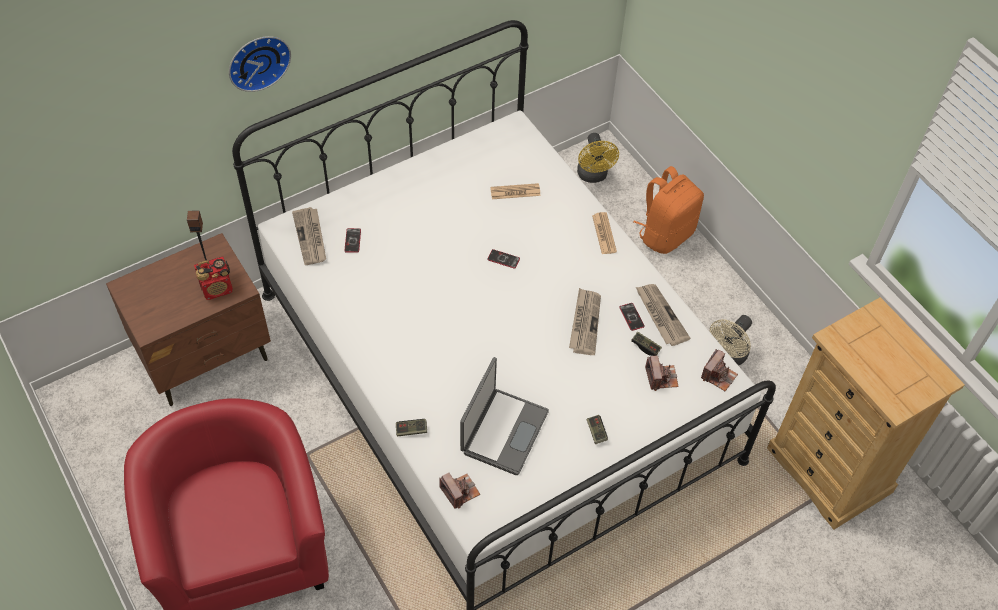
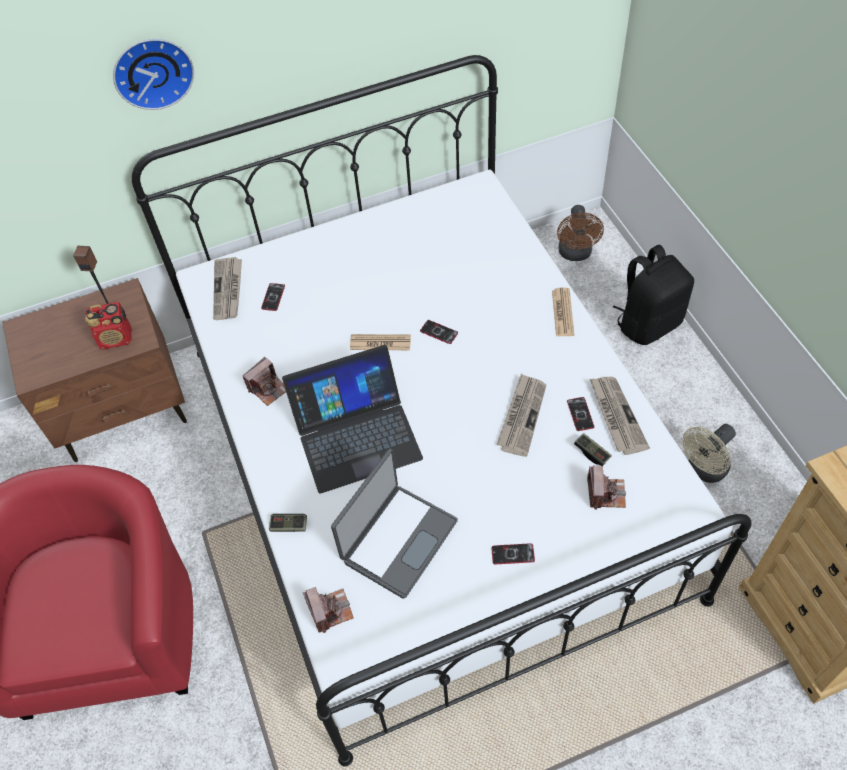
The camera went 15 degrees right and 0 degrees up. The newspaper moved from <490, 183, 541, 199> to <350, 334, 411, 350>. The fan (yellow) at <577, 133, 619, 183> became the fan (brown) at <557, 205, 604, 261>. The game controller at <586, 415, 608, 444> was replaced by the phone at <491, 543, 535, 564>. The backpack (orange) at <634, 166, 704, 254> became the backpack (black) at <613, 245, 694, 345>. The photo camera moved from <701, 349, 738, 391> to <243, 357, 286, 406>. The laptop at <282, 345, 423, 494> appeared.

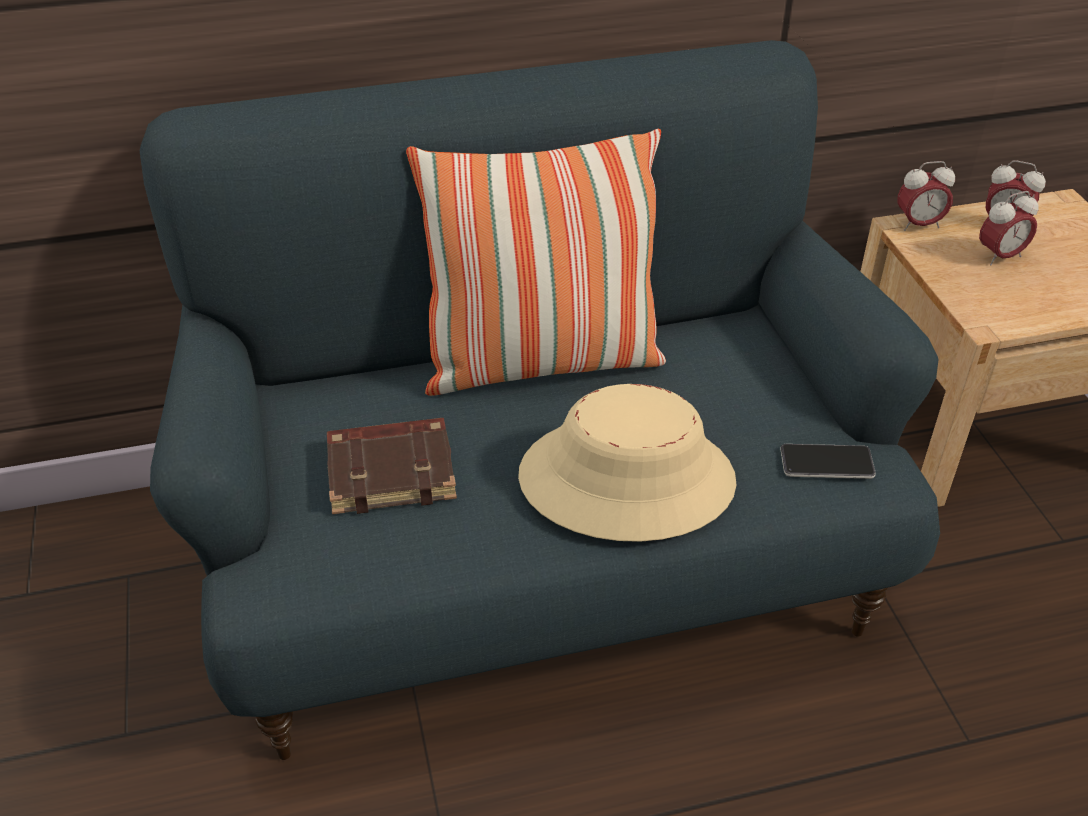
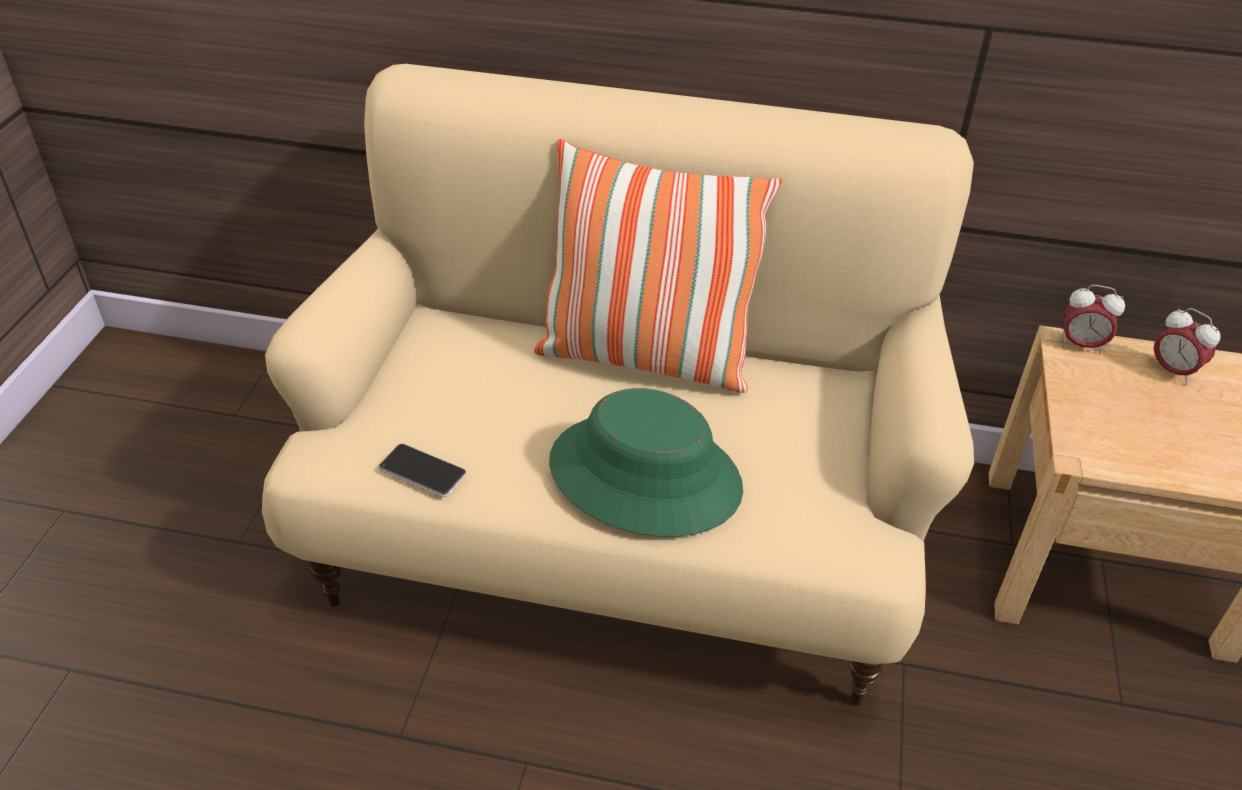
The camera went 25 degrees right and 0 degrees up. The sofa (blue) at <139, 40, 940, 760> became the sofa (beige) at <262, 64, 974, 705>. The book (brown) at <327, 418, 457, 514> disappeared. The hat (beige) at <518, 384, 737, 542> became the hat (green) at <549, 388, 743, 537>. The phone moved from <780, 444, 876, 479> to <379, 444, 466, 497>. The alarm clock at <979, 191, 1039, 266> disappeared.

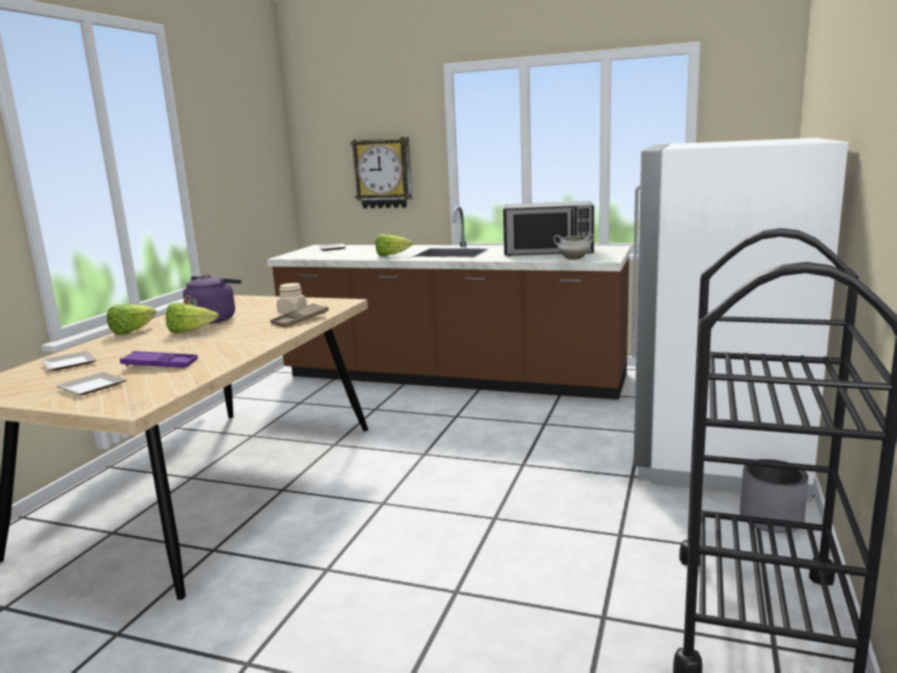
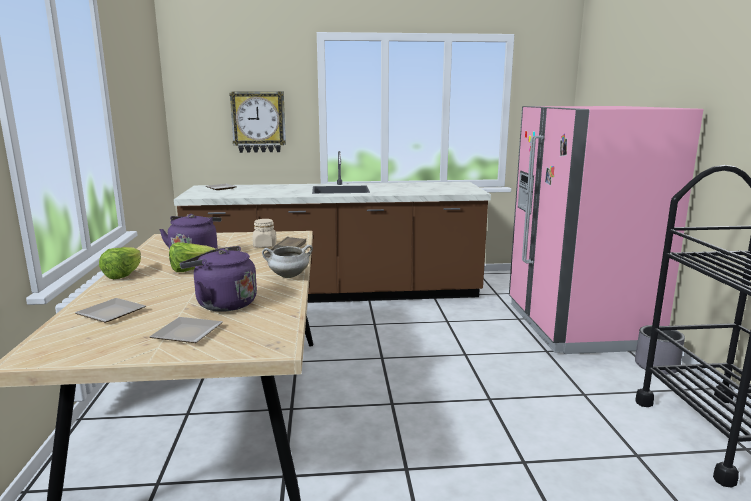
The camera went 25 degrees left and 0 degrees up. The tray (purple) at <120, 351, 198, 368> was replaced by the kettle (purple) at <180, 246, 257, 312>. The lettuce at <375, 234, 413, 256> disappeared. The microwave at <503, 201, 594, 256> disappeared. The cooking pot (white) moved from <553, 234, 595, 260> to <262, 245, 313, 278>. The fridge (white) at <631, 138, 848, 501> became the fridge (pink) at <509, 106, 704, 354>.

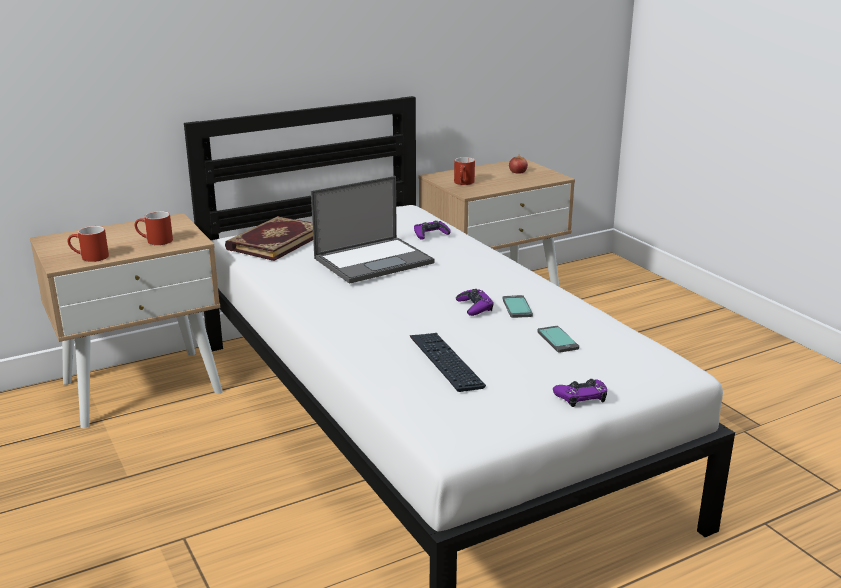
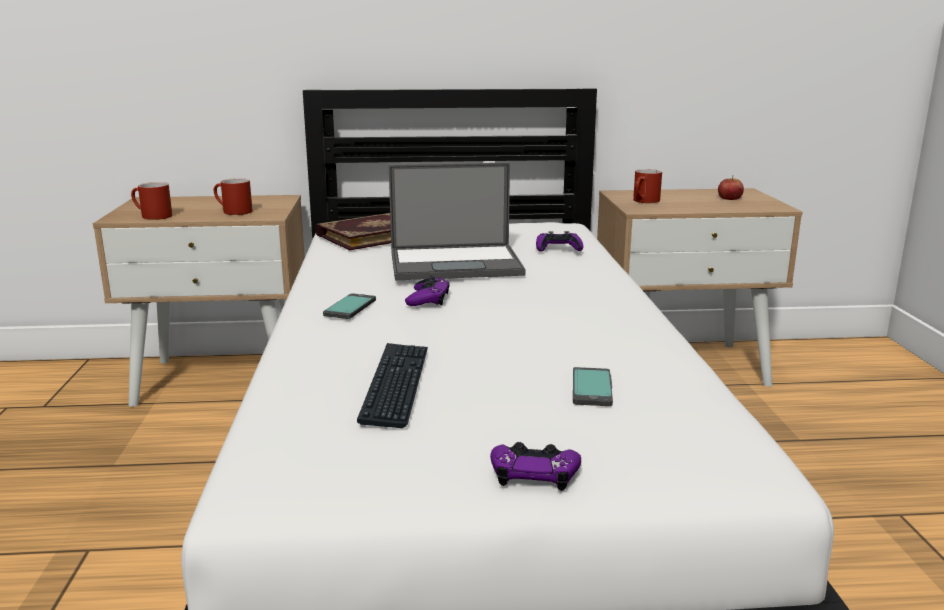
The camera went 25 degrees right and 5 degrees down. The game controller (purple) moved from <456, 289, 494, 316> to <405, 276, 450, 306>. The phone moved from <503, 295, 533, 318> to <323, 293, 376, 319>.

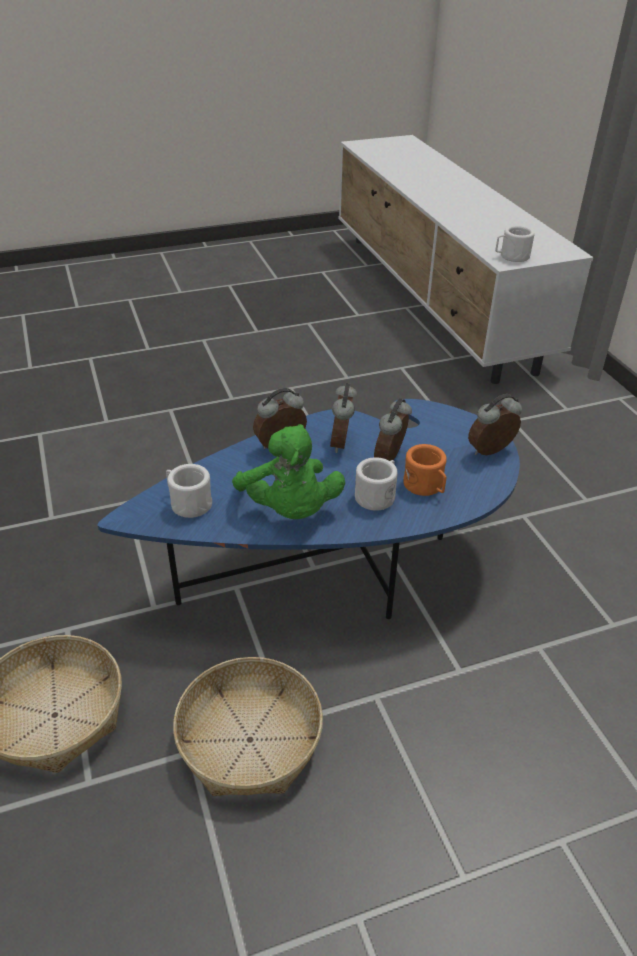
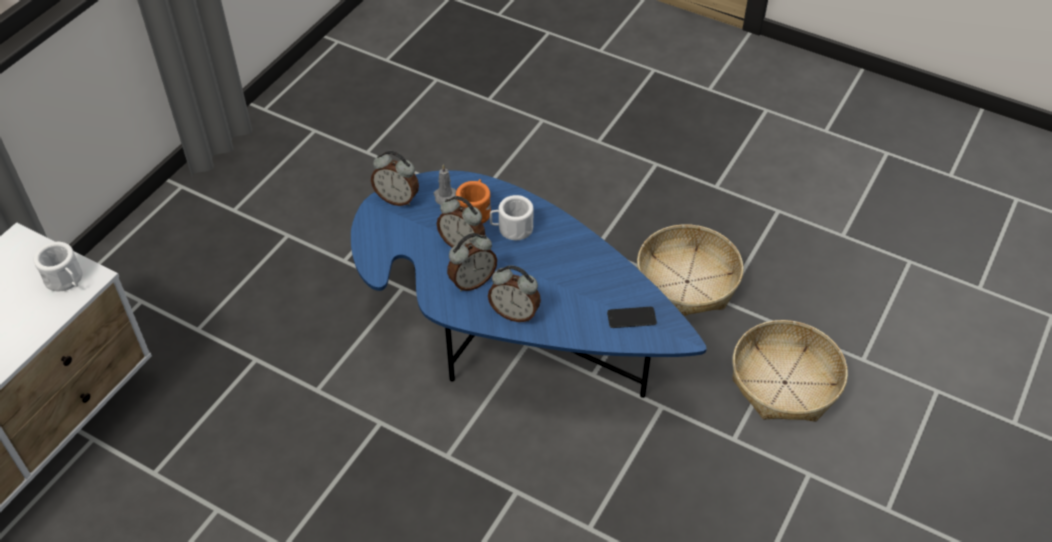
The camera went 130 degrees left and 10 degrees up. The mug (white) at <166, 464, 212, 518> was replaced by the phone at <607, 307, 657, 328>. The plush toy (green) at <232, 424, 345, 519> disappeared. The alarm clock at <374, 398, 412, 461> turned 45 degrees clockwise. The candle (grey) at <433, 164, 457, 205> appeared.

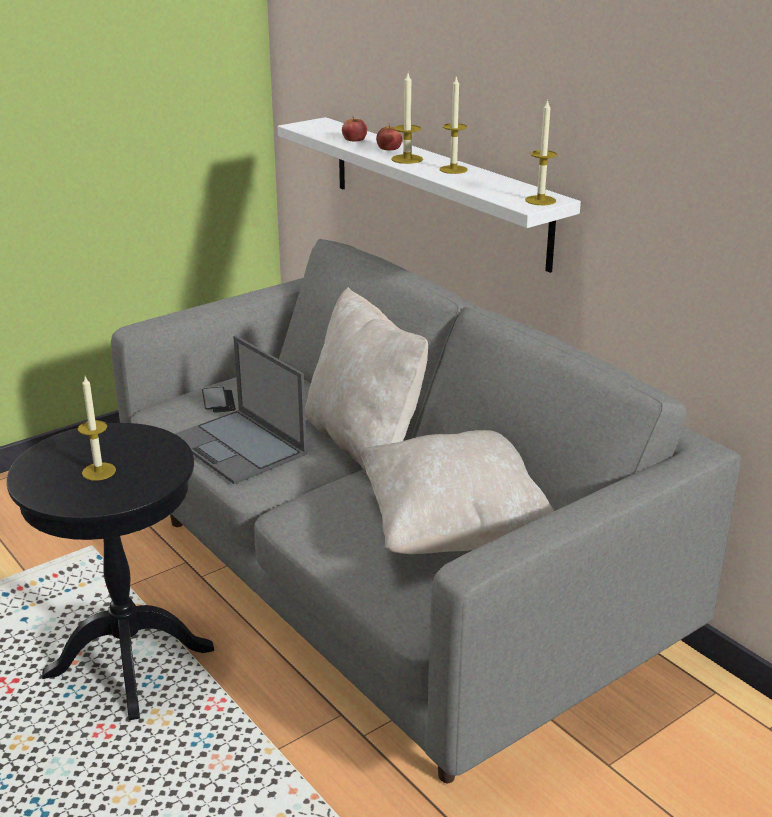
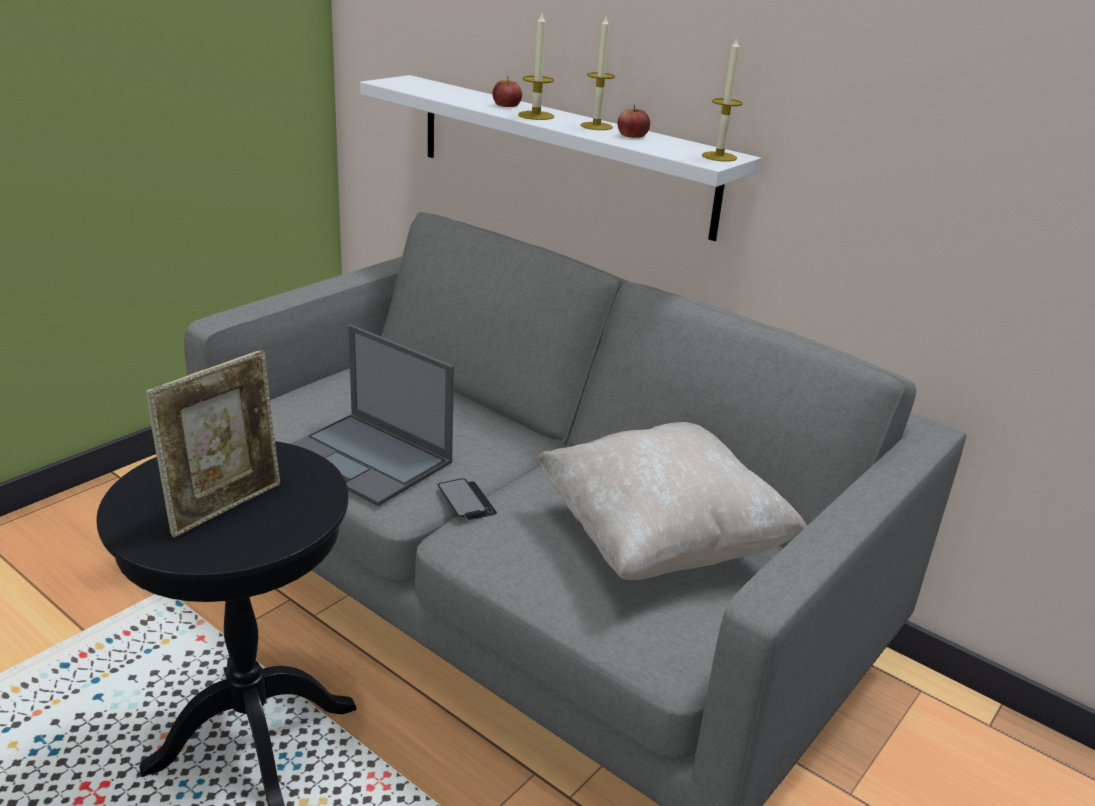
The camera went 15 degrees left and 0 degrees up. The candle at <78, 377, 116, 481> was replaced by the picture frame at <145, 350, 280, 538>. The phone moved from <202, 387, 236, 412> to <438, 478, 497, 520>. The pillow (beige) at <305, 287, 428, 480> disappeared. The apple moved from <342, 117, 367, 141> to <618, 104, 650, 138>.

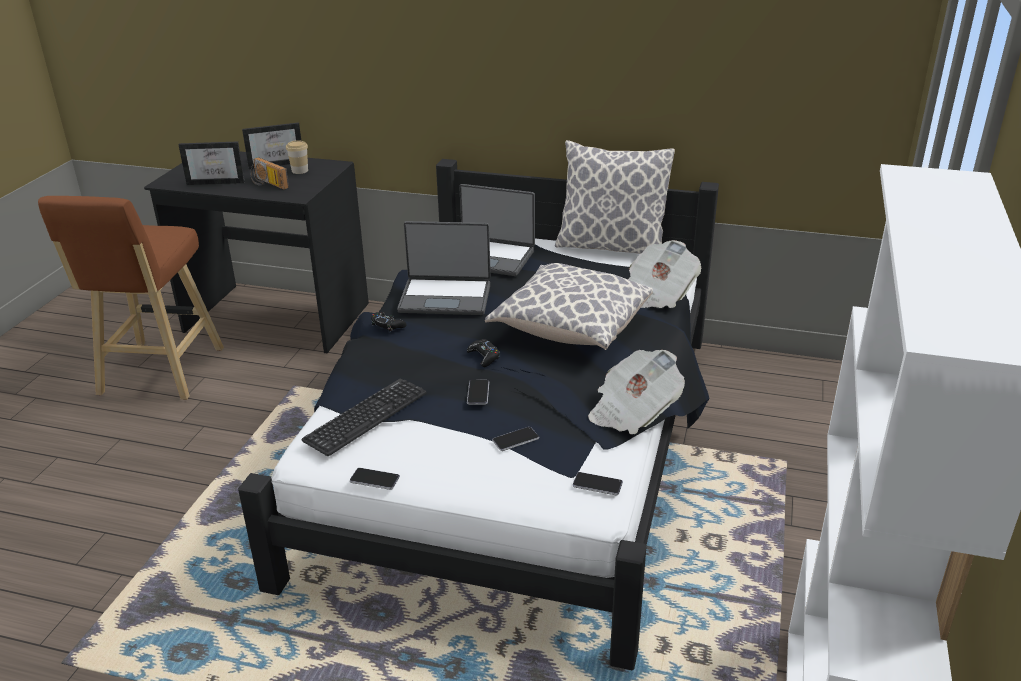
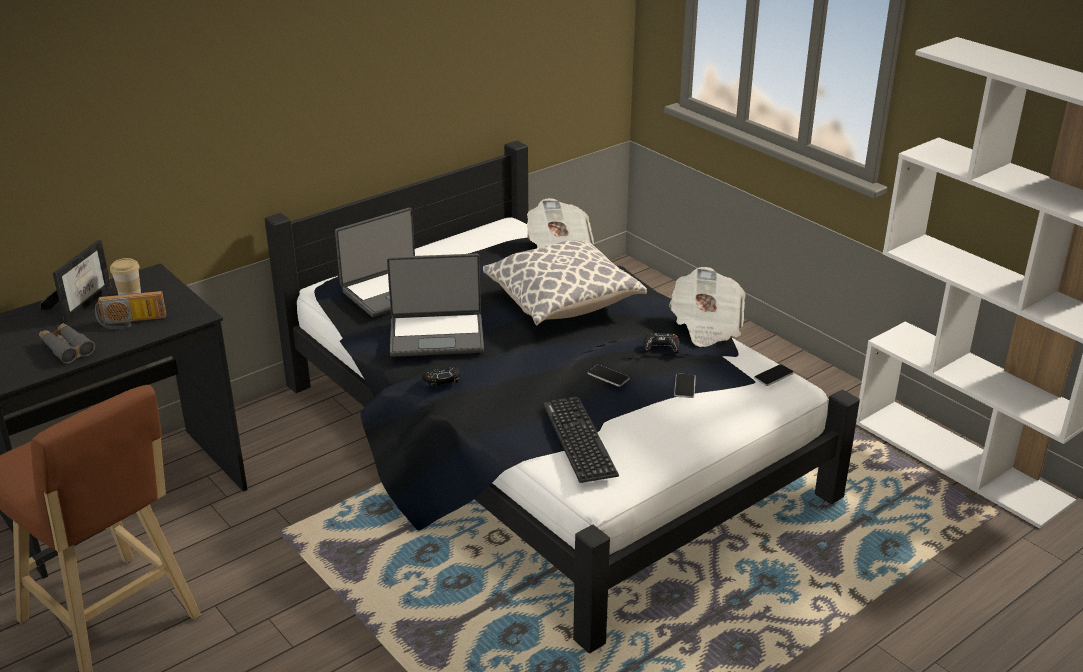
The camera went 55 degrees left and 0 degrees up. The picture frame at <179, 141, 245, 185> was replaced by the binoculars (grey) at <39, 323, 95, 363>. The phone at <350, 468, 400, 490> disappeared. The laptop at <397, 221, 491, 315> turned 45 degrees clockwise. The game controller (black) moved from <467, 339, 500, 367> to <643, 333, 680, 353>. The pillow at <555, 140, 675, 254> disappeared.

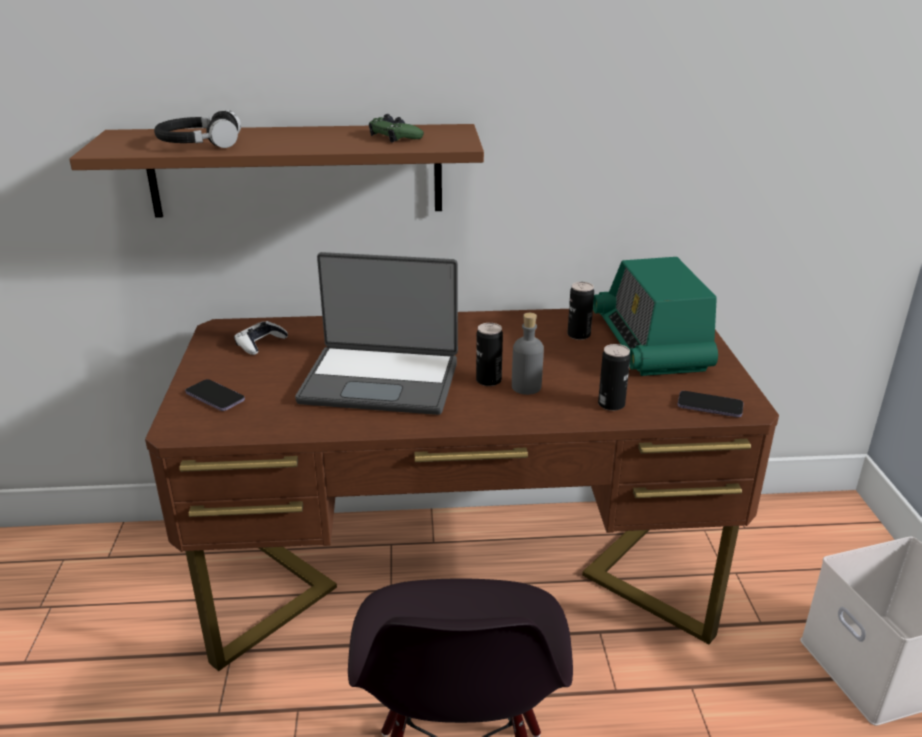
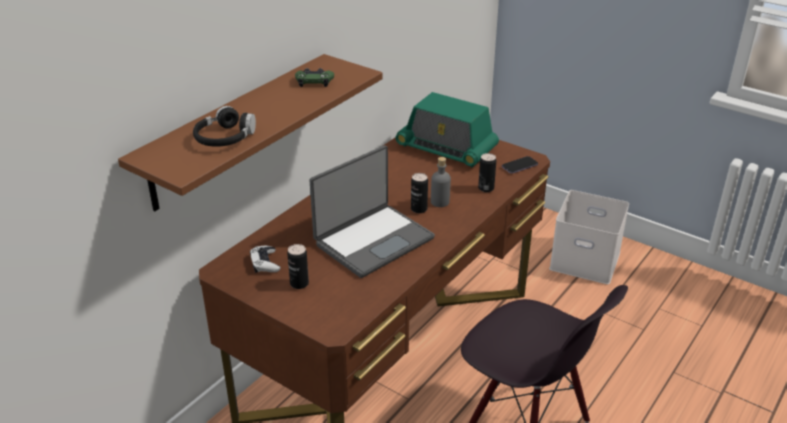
The camera went 50 degrees left and 5 degrees up. The phone at <185, 379, 245, 411> disappeared. The can moved from <567, 282, 594, 340> to <287, 244, 309, 289>.

